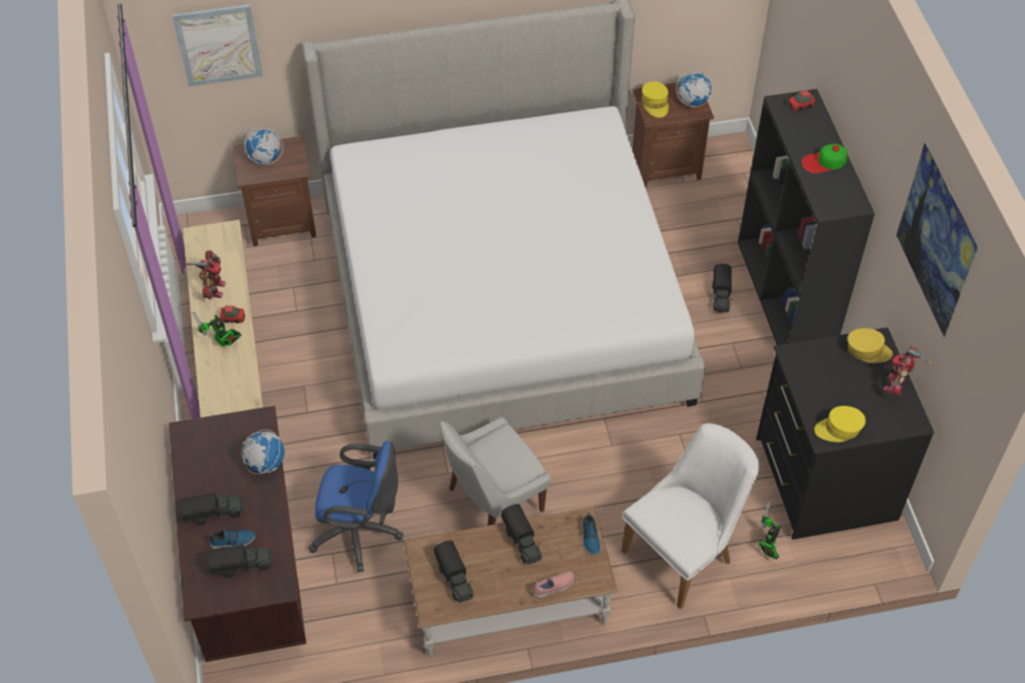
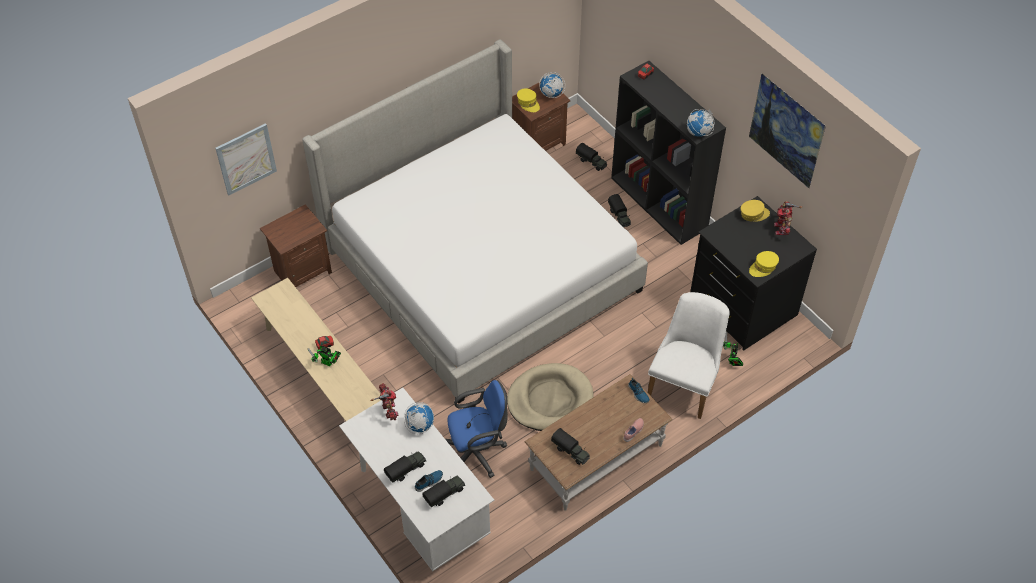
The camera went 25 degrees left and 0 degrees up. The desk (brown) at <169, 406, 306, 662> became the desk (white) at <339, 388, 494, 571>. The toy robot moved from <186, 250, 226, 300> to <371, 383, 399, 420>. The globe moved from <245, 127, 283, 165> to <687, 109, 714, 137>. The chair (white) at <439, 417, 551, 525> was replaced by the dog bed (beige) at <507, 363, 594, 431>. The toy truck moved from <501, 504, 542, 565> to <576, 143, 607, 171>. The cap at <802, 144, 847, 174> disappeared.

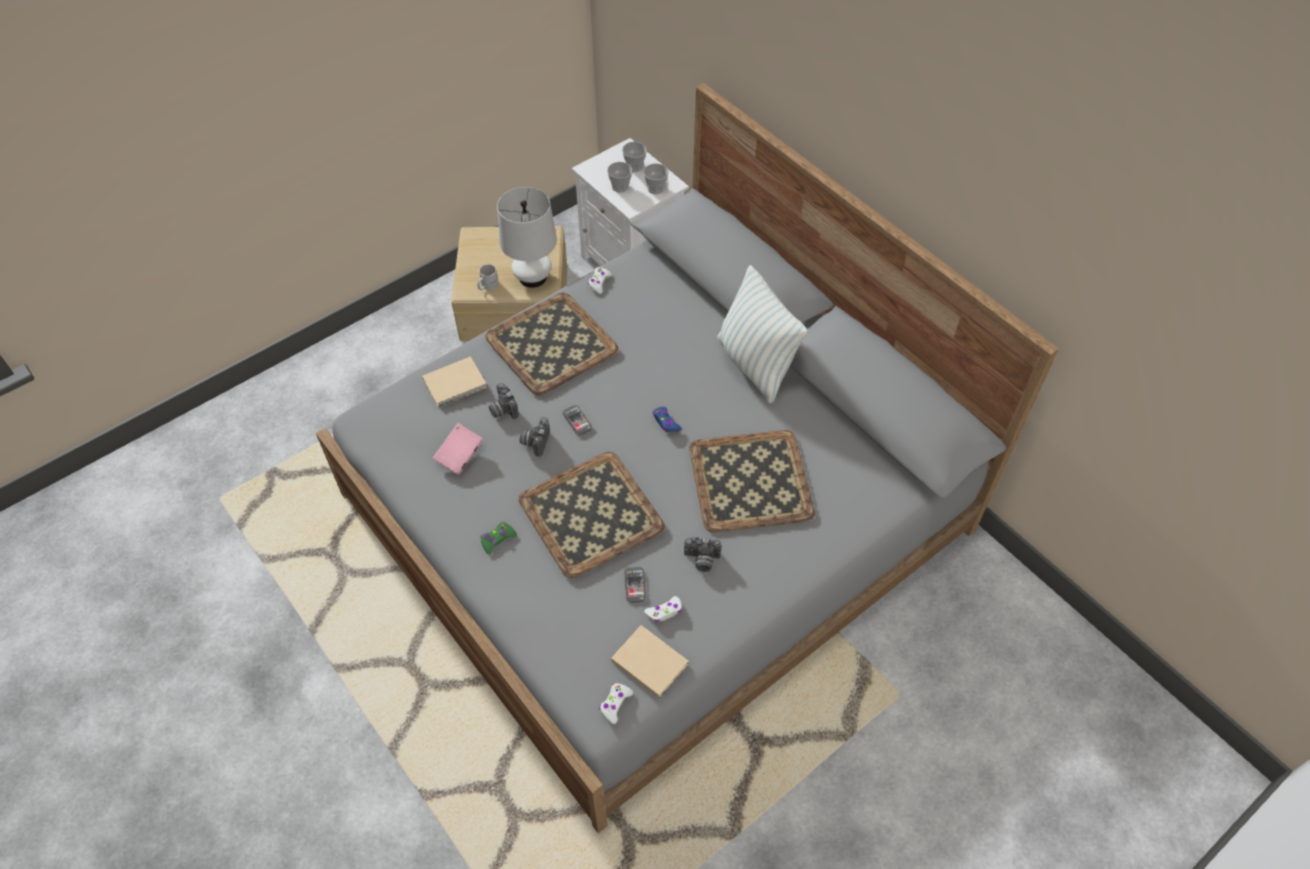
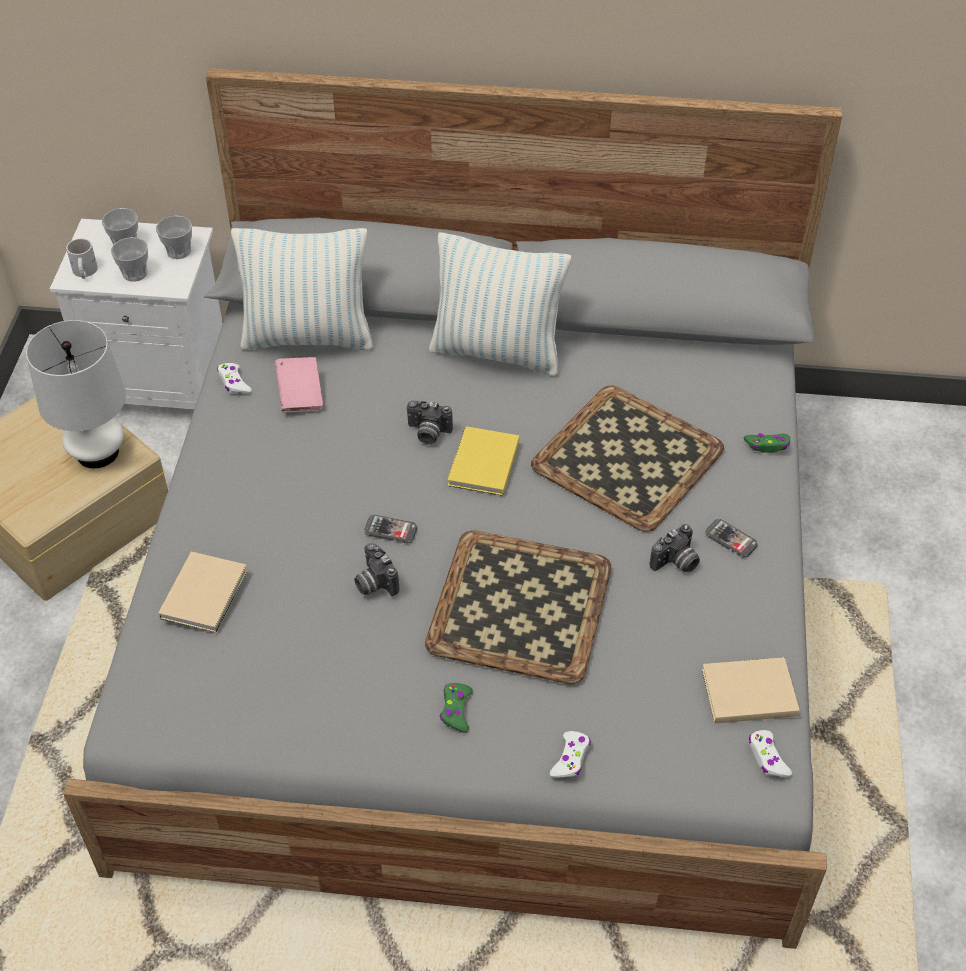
The camera went 45 degrees left and 5 degrees down. The book (pink) moved from <433, 423, 483, 475> to <275, 357, 323, 412>. The mug (white) moved from <477, 264, 499, 290> to <66, 238, 98, 279>. The tray at <485, 293, 618, 396> disappeared. The photo camera moved from <489, 383, 519, 419> to <407, 400, 453, 445>. The phone moved from <624, 567, 646, 603> to <705, 519, 758, 558>. The game controller (white) moved from <644, 596, 682, 623> to <550, 731, 591, 778>. The game controller (blue) at <653, 407, 682, 432> was replaced by the book (yellow) at <448, 426, 519, 496>. The pillow at <231, 228, 373, 351> appeared. The game controller (green) at <744, 433, 790, 453> appeared.

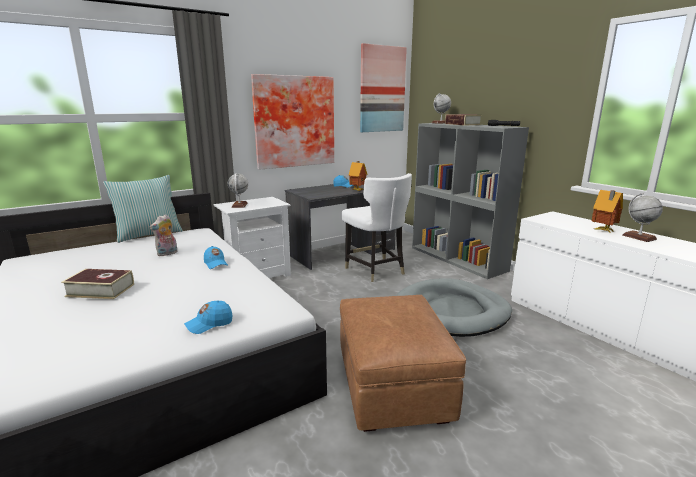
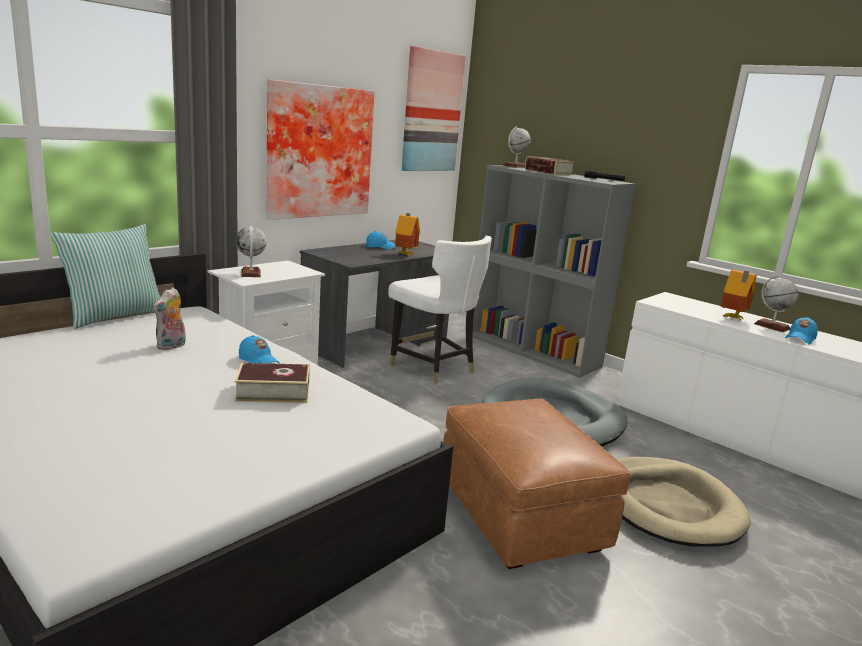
The camera went 15 degrees left and 0 degrees up. The book moved from <61, 269, 134, 299> to <235, 363, 310, 403>. The cap (blue) moved from <184, 300, 232, 334> to <785, 317, 818, 345>. The dog bed (beige) at <617, 457, 751, 547> appeared.

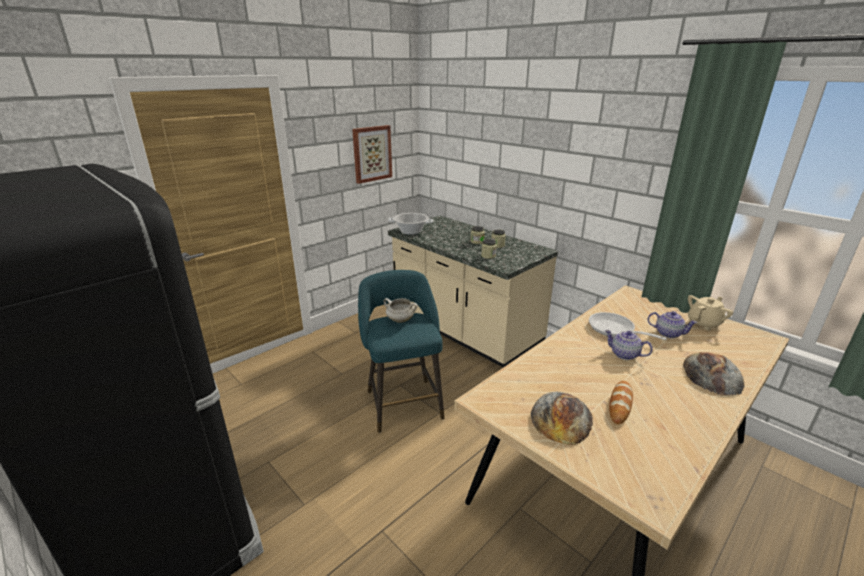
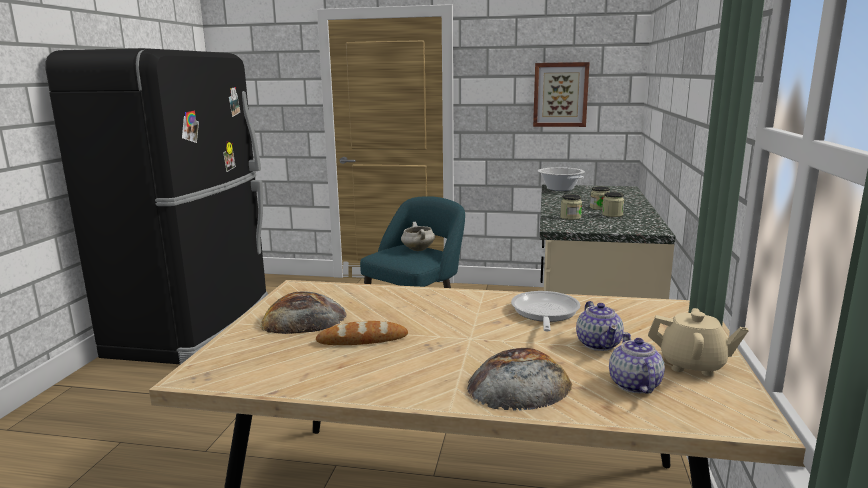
The camera went 55 degrees right and 10 degrees down. The teapot moved from <605, 330, 653, 360> to <609, 332, 665, 394>.

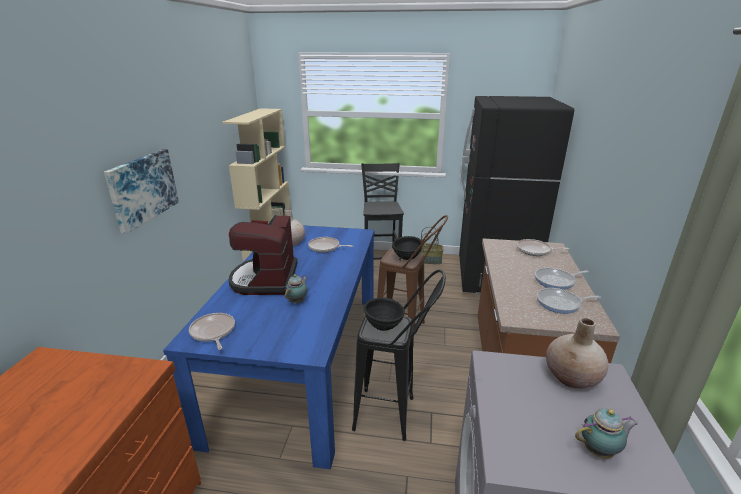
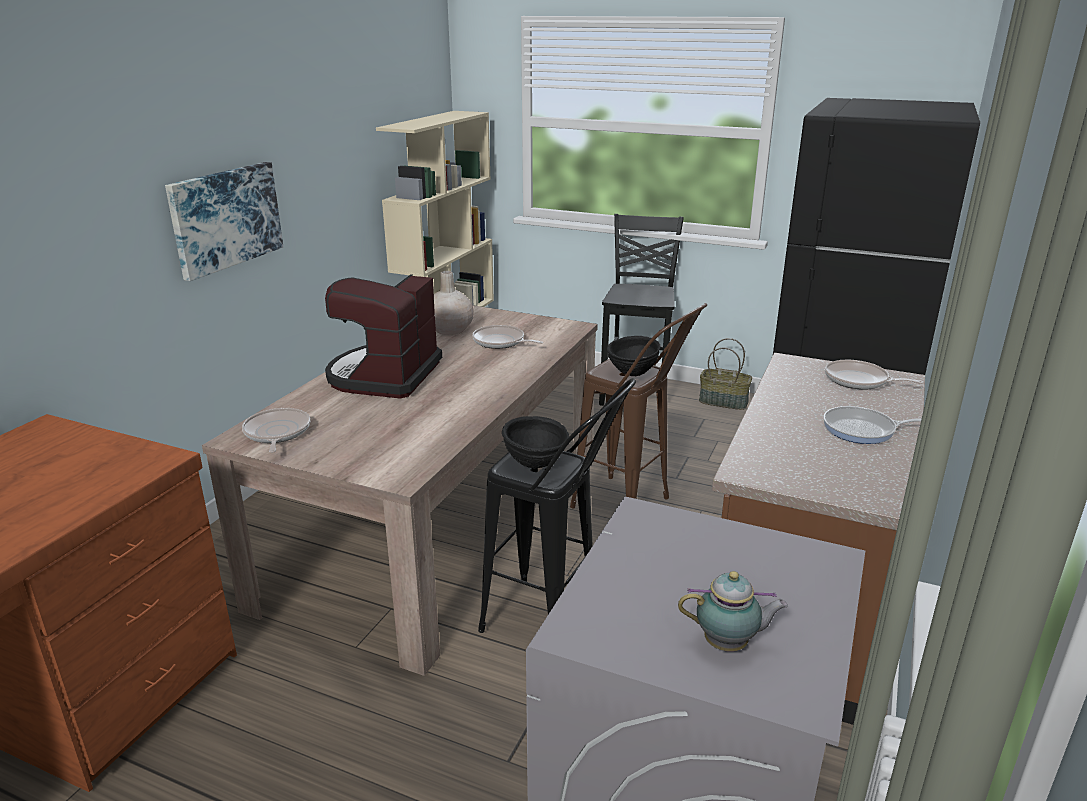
The camera went 15 degrees right and 0 degrees up. The dining table (blue) at <163, 225, 374, 470> became the dining table (beige) at <202, 306, 598, 676>. The teapot at <285, 274, 307, 303> disappeared. The frying pan at <537, 288, 601, 314> disappeared. The vase (beige) at <546, 318, 608, 389> disappeared.

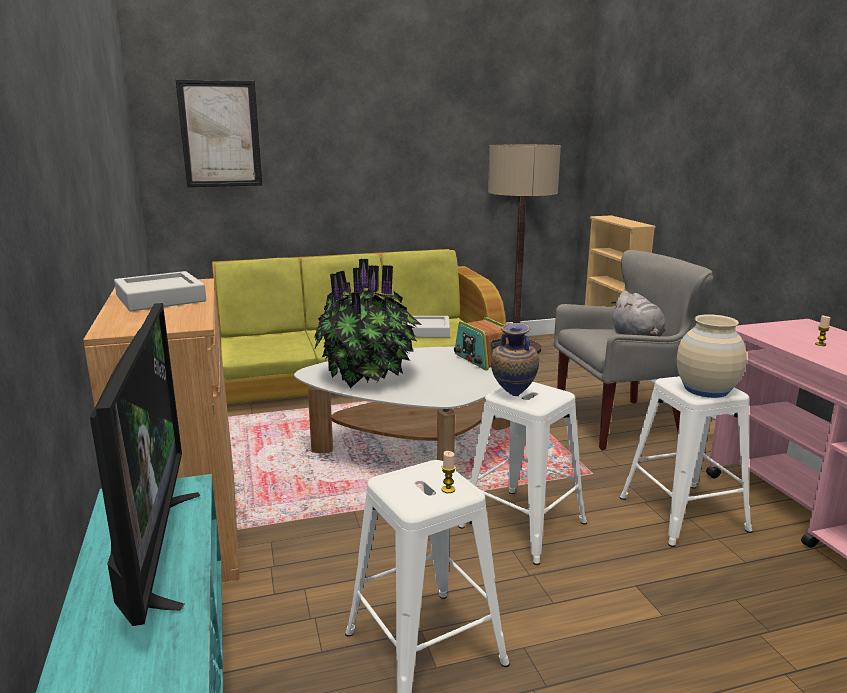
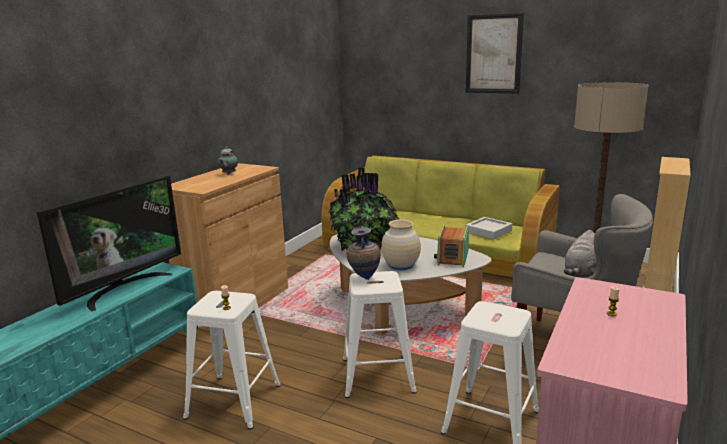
The camera went 45 degrees right and 0 degrees up. The tray (grey) at <114, 271, 206, 311> was replaced by the teapot at <218, 146, 238, 175>. The picture moved from <176, 79, 262, 187> to <466, 13, 524, 94>. The vase (beige) moved from <677, 314, 747, 398> to <381, 219, 421, 270>.

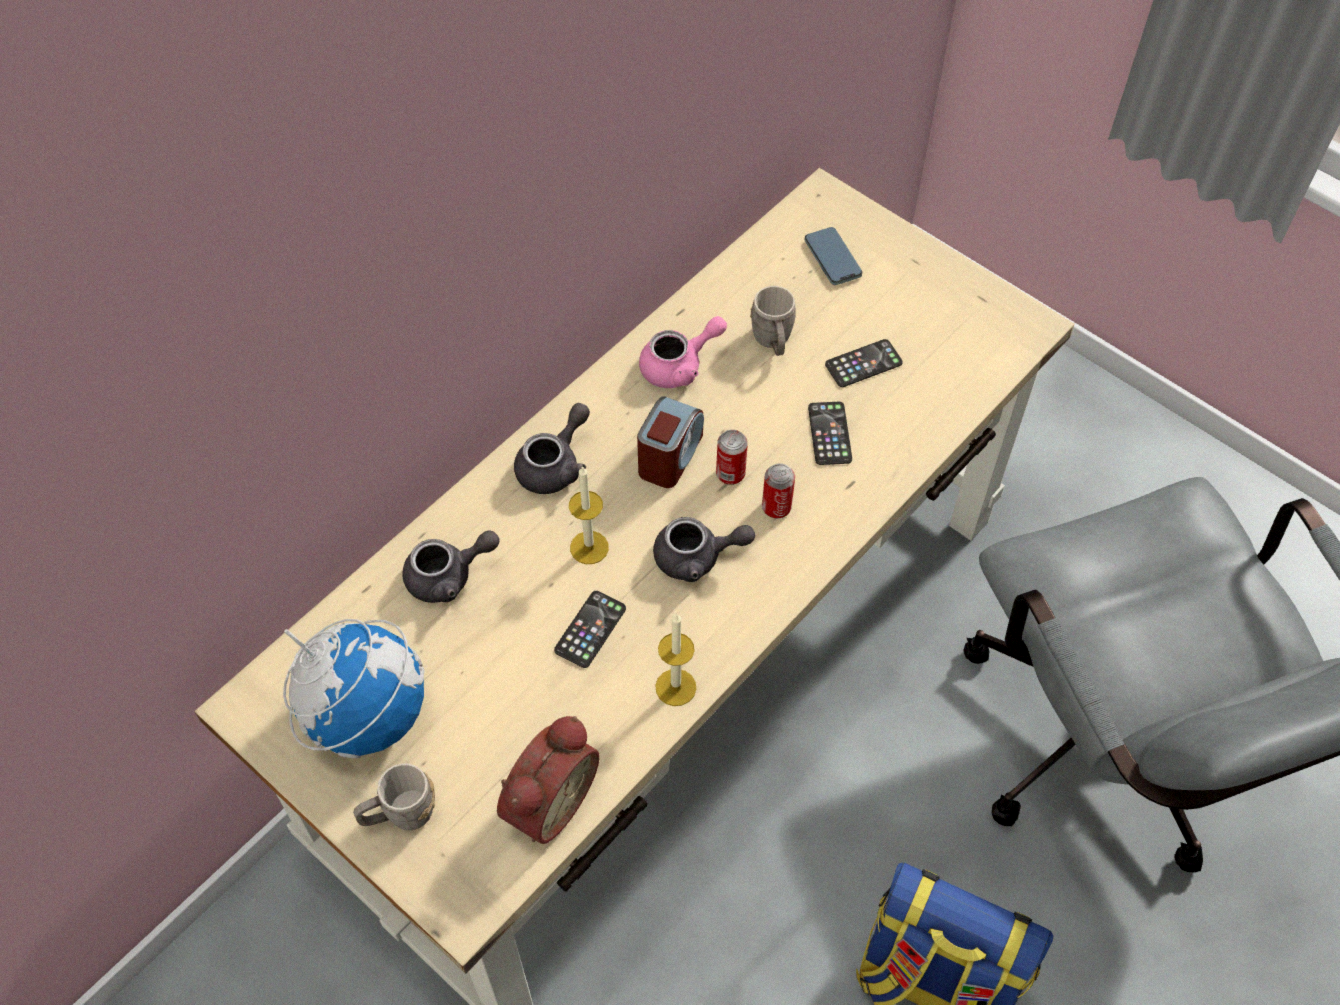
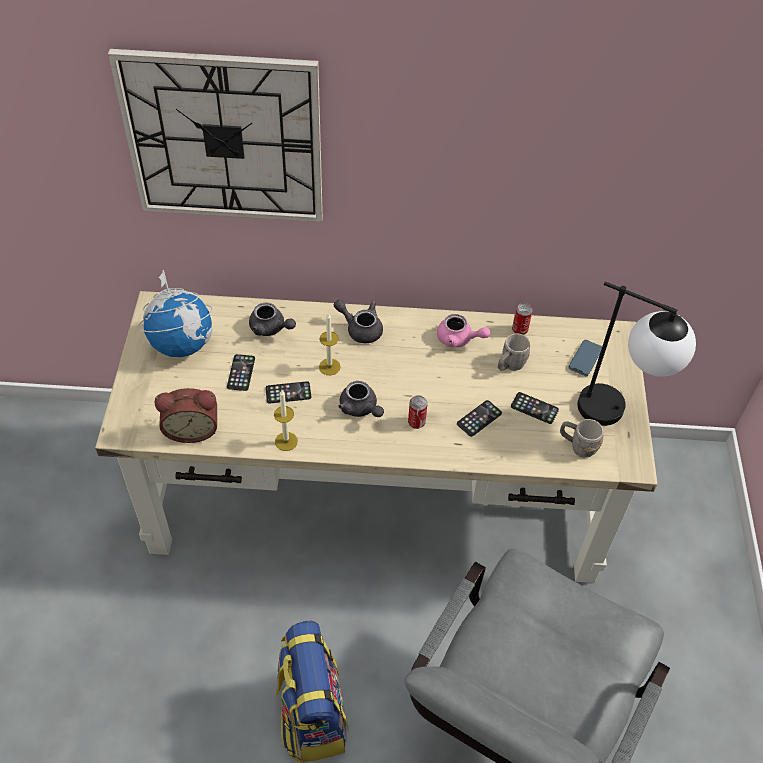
The camera went 50 degrees right and 5 degrees down. The mug (grey) moved from <353, 763, 435, 830> to <560, 419, 604, 458>. The teapot (grey) at <514, 403, 590, 494> turned 150 degrees counterclockwise. The alarm clock at <637, 396, 704, 488> disappeared. The can moved from <716, 430, 748, 485> to <512, 303, 533, 335>. The wall clock at <108, 49, 323, 222> appeared. The phone at <227, 354, 255, 391> appeared. The table lamp at <577, 281, 696, 426> appeared.

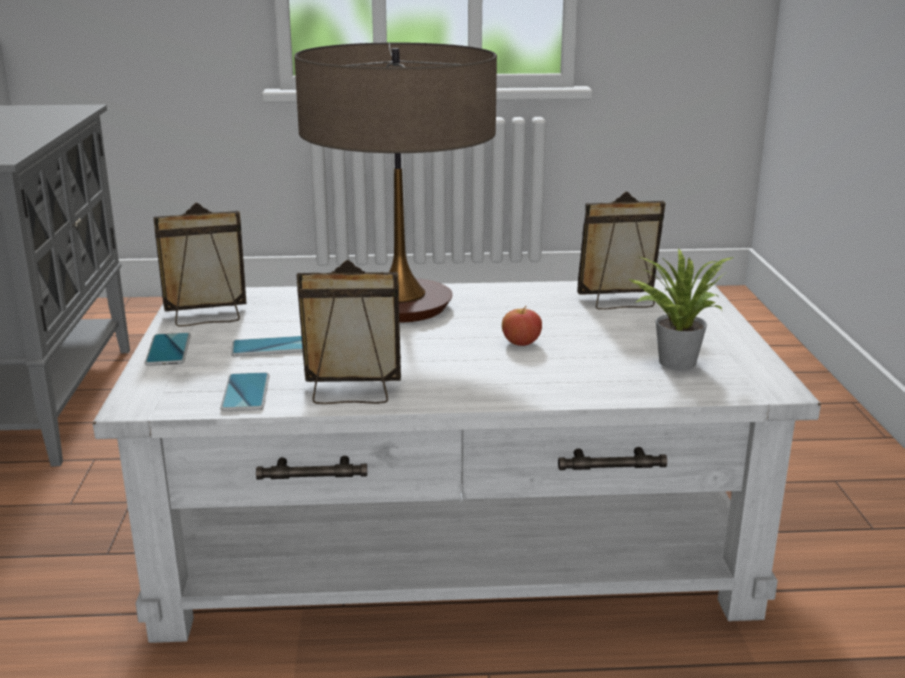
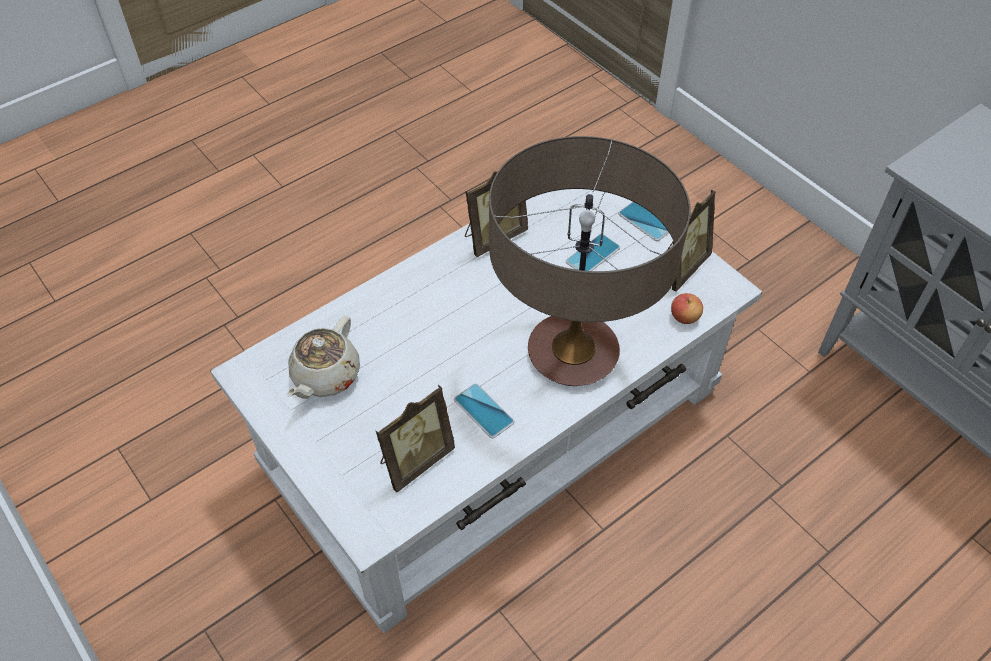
The camera went 145 degrees right and 30 degrees up. The phone moved from <220, 372, 269, 412> to <454, 384, 514, 438>. The apple moved from <502, 306, 542, 346> to <671, 293, 703, 324>. The potted plant at <629, 249, 734, 370> was replaced by the teapot (beige) at <287, 315, 360, 399>.

